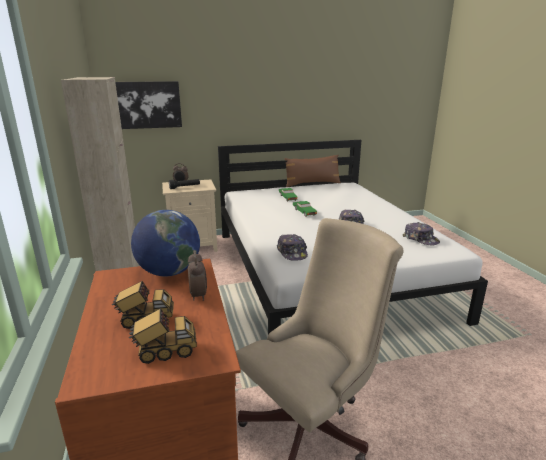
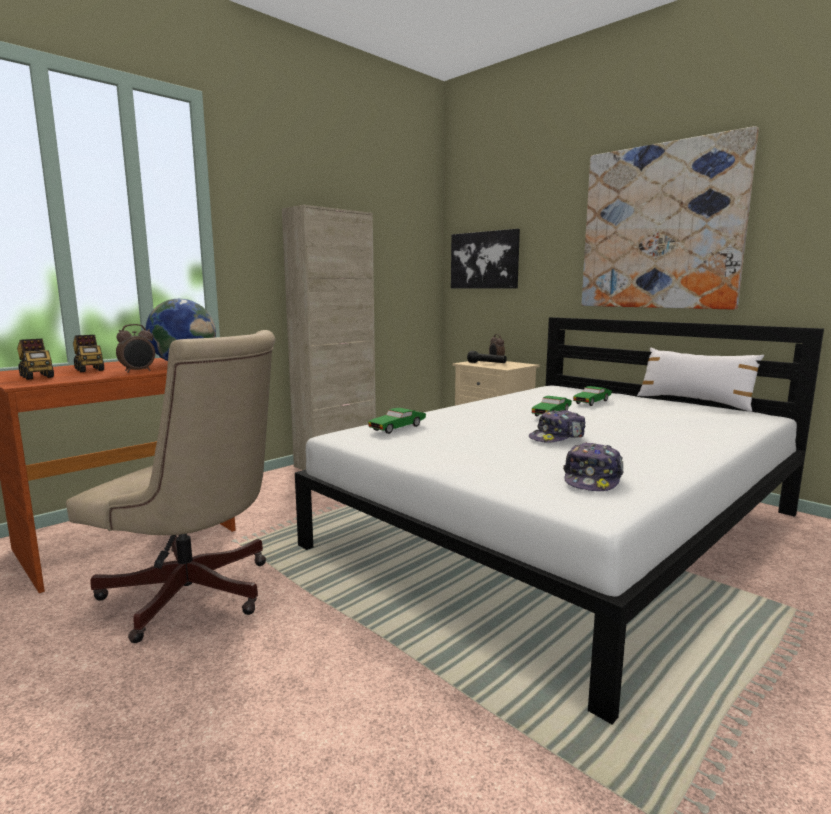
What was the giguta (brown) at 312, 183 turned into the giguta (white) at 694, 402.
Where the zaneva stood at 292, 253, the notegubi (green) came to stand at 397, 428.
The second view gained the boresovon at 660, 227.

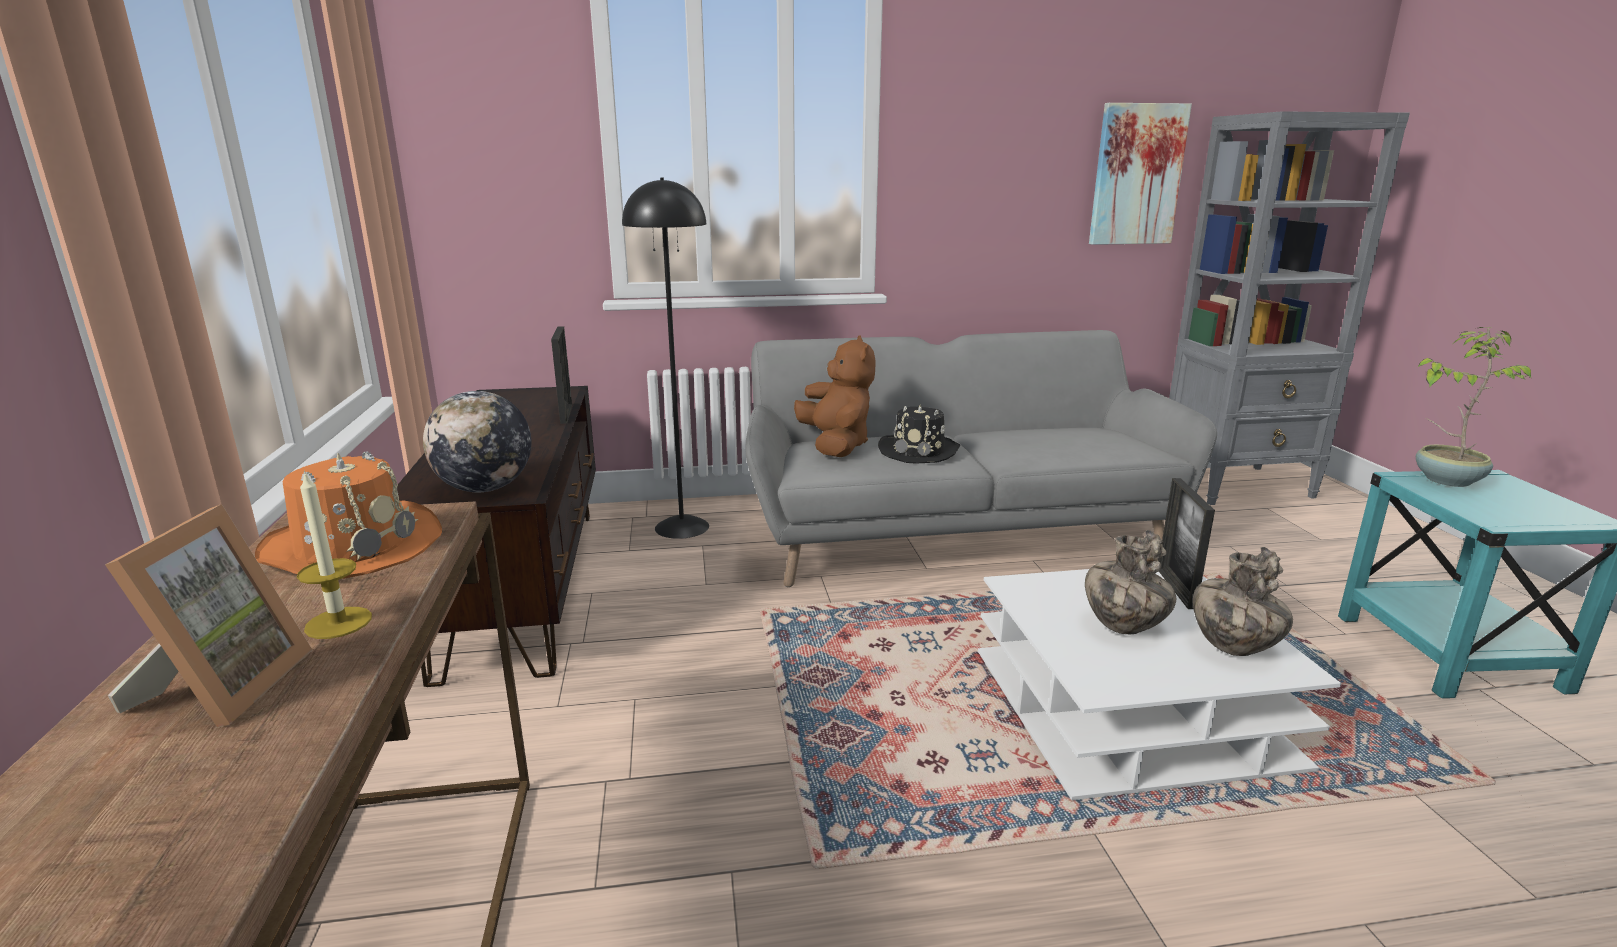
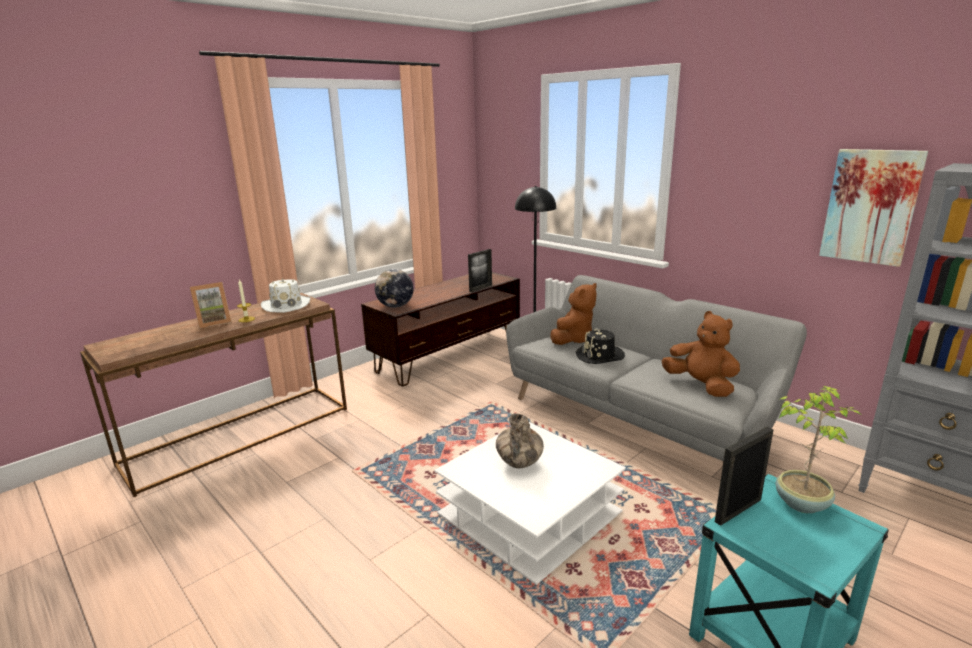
What was the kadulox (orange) at 352, 546 turned into the kadulox (white) at 286, 305.
The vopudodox ended up elsewhere, having gone from 1176, 588 to 738, 510.
The second view lost the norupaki at 1232, 647.
The second view gained the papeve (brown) at 700, 385.

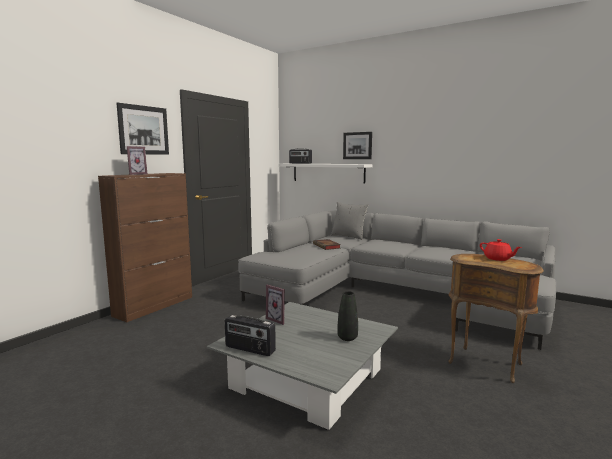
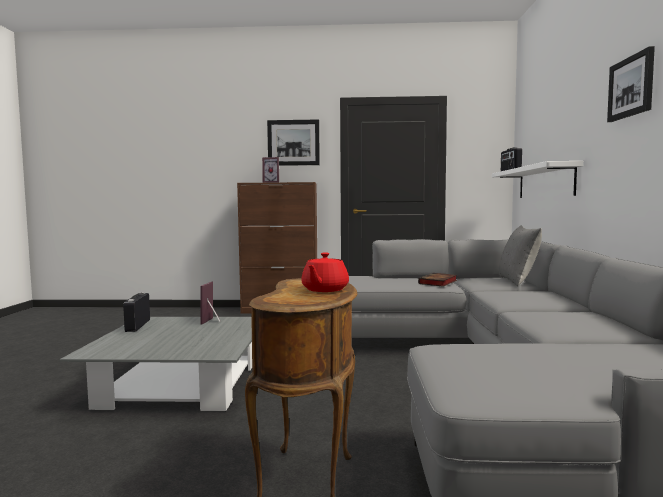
The boresovon ended up elsewhere, having gone from 357, 145 to 631, 87.
The second view lost the norupaki (black) at 347, 338.

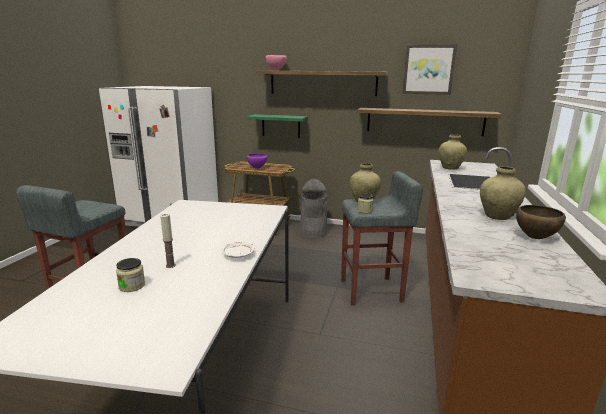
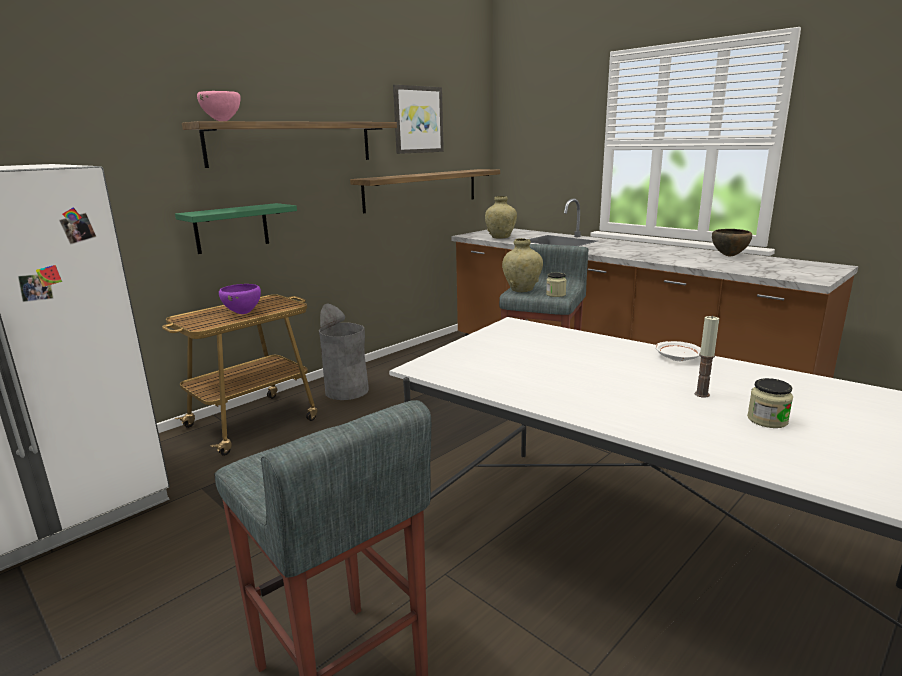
The second view lost the norupaki (beige) at 497, 216.

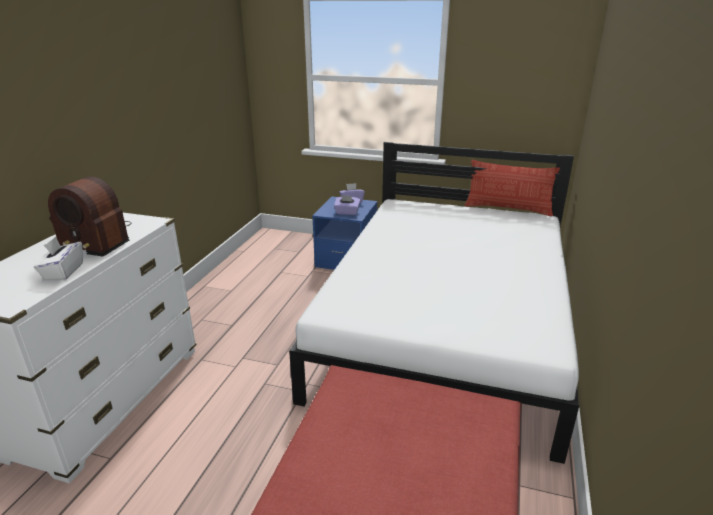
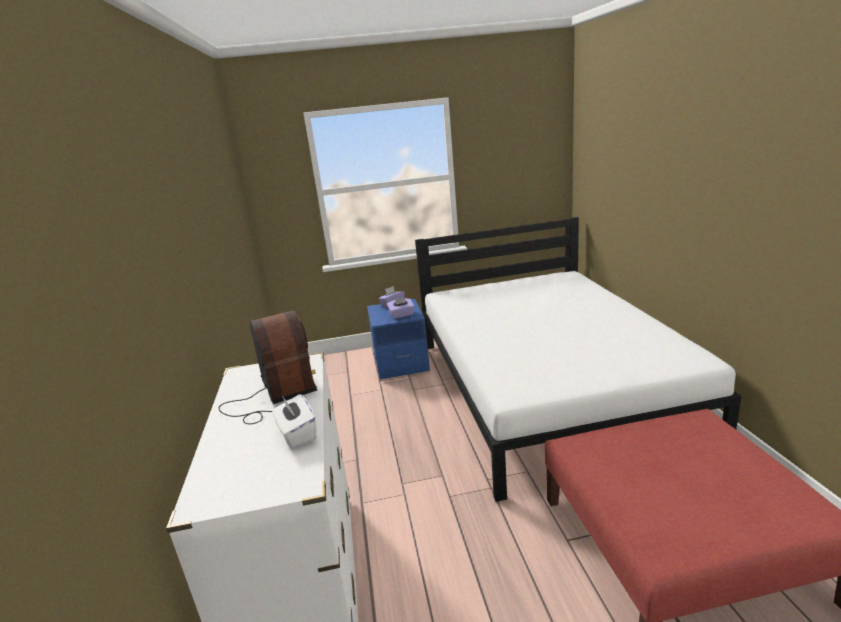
The second view lost the giguta at 508, 209.
The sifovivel at 96, 240 ended up facing another way, 105 degrees counterclockwise from before.

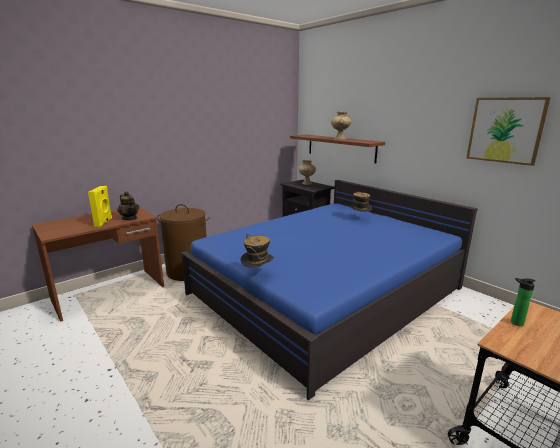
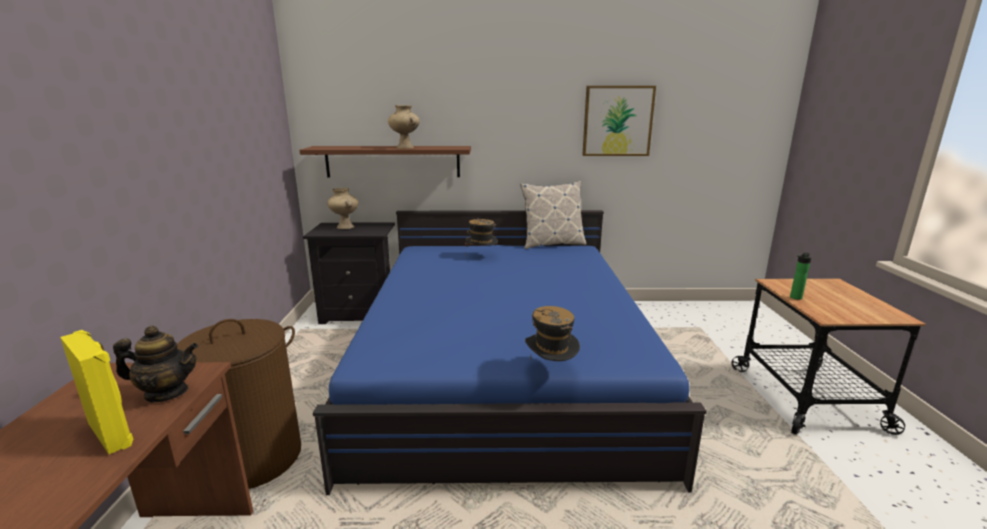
The second view gained the giguta at 552, 244.

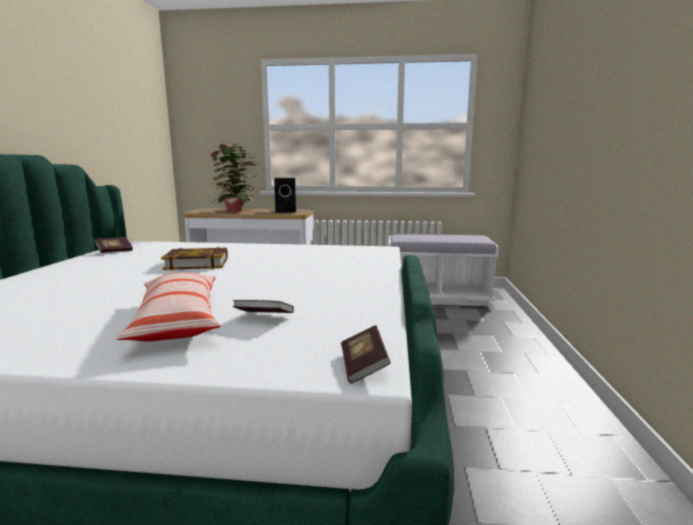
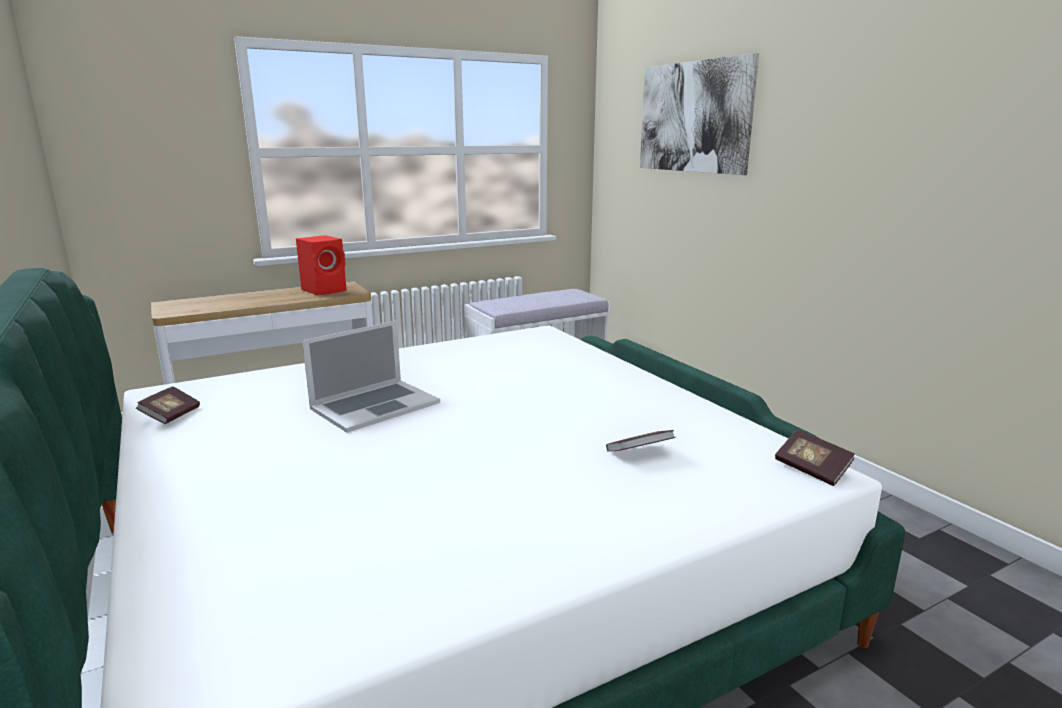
The second view lost the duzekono at 236, 211.
What was the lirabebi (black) at 286, 211 turned into the lirabebi (red) at 325, 290.
Where the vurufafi stood at 197, 263, the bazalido came to stand at 375, 405.
The second view lost the giguta at 178, 320.
The second view gained the boresovon at 693, 117.

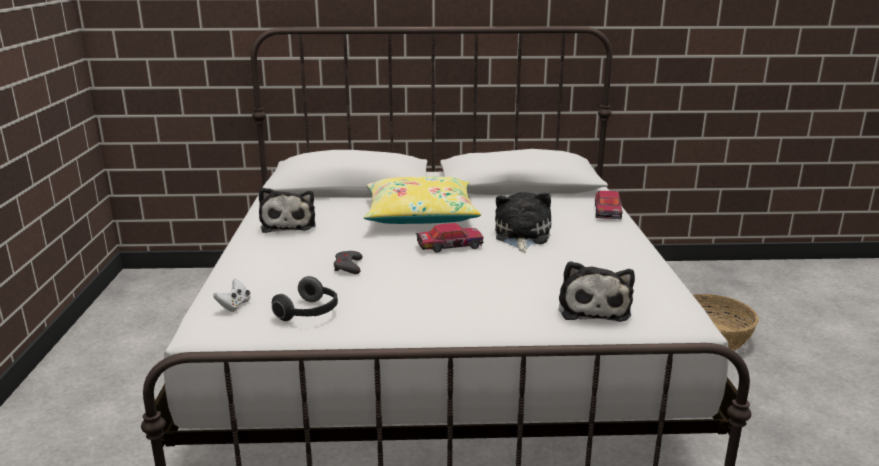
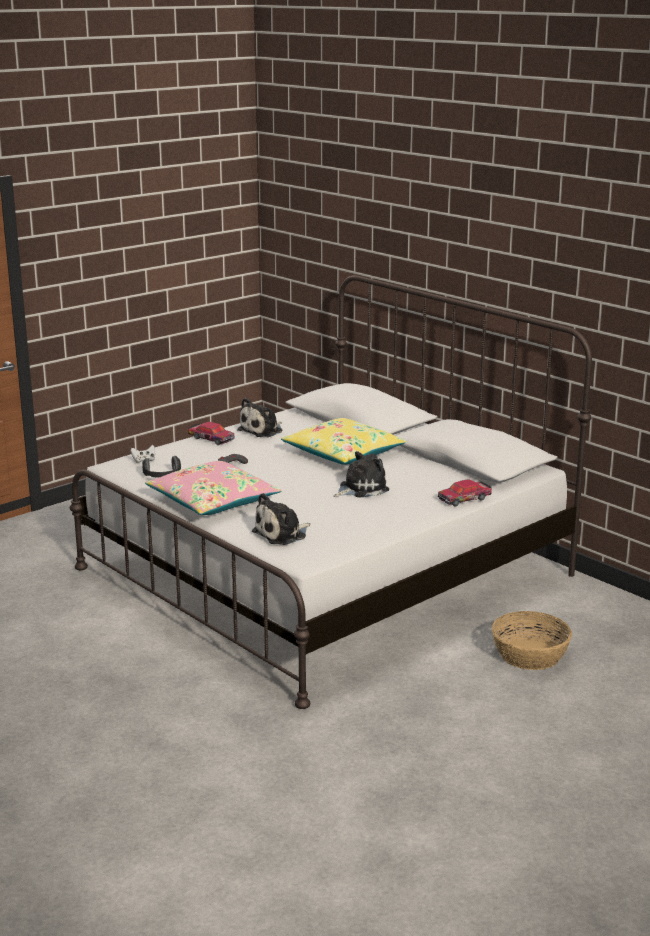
The notegubi ended up elsewhere, having gone from 449, 246 to 211, 439.
The second view gained the giguta (pink) at 213, 501.

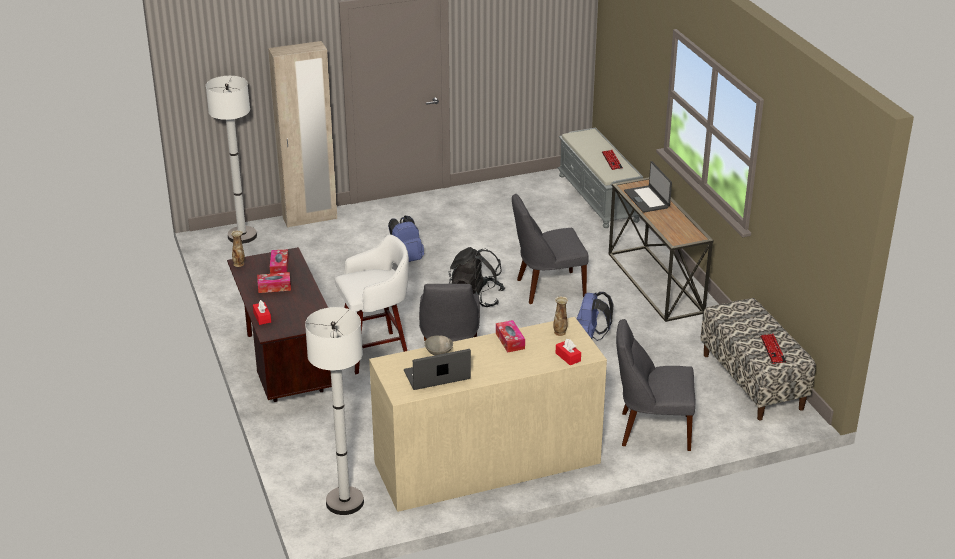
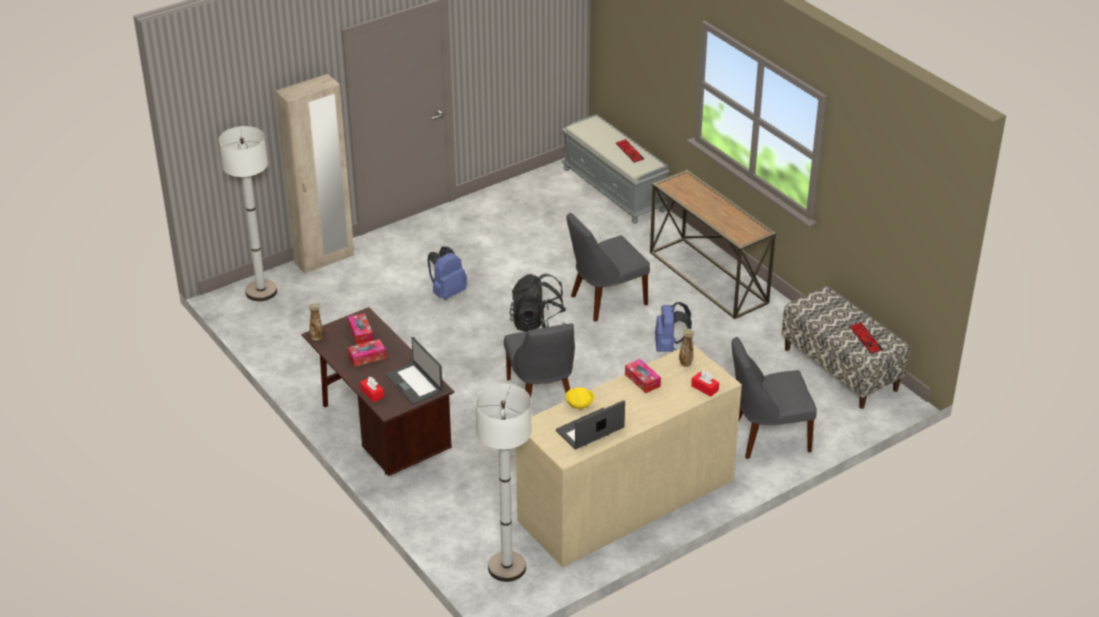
The bazalido ended up elsewhere, having gone from 647, 199 to 414, 383.
The second view lost the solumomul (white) at 376, 352.
What was the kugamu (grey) at 438, 351 turned into the kugamu (yellow) at 579, 404.

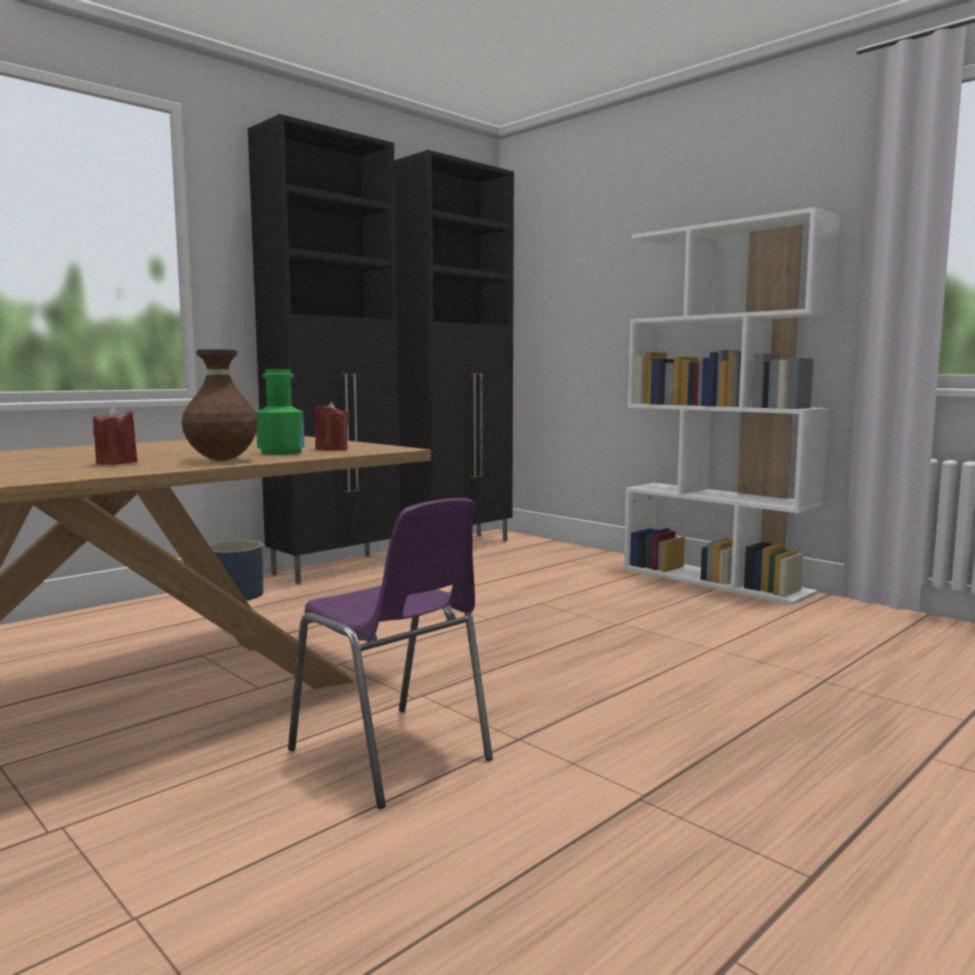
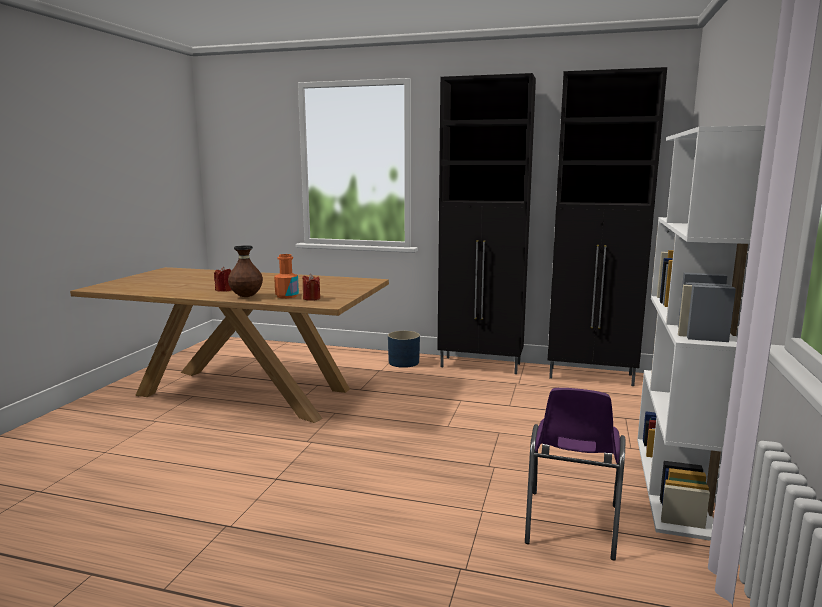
What was the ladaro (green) at 281, 453 turned into the ladaro (orange) at 287, 296.
The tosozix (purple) ended up elsewhere, having gone from 393, 756 to 570, 525.

